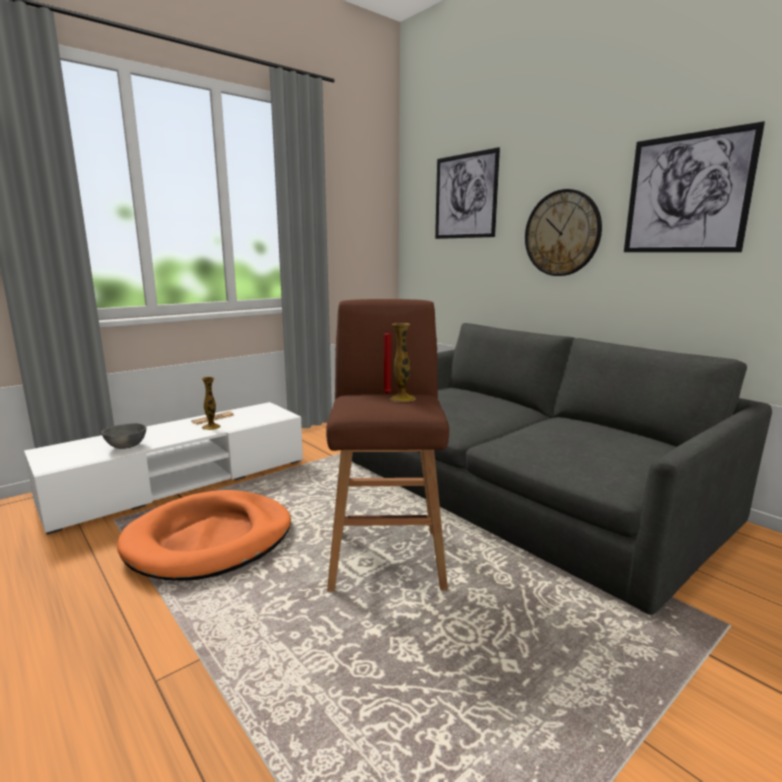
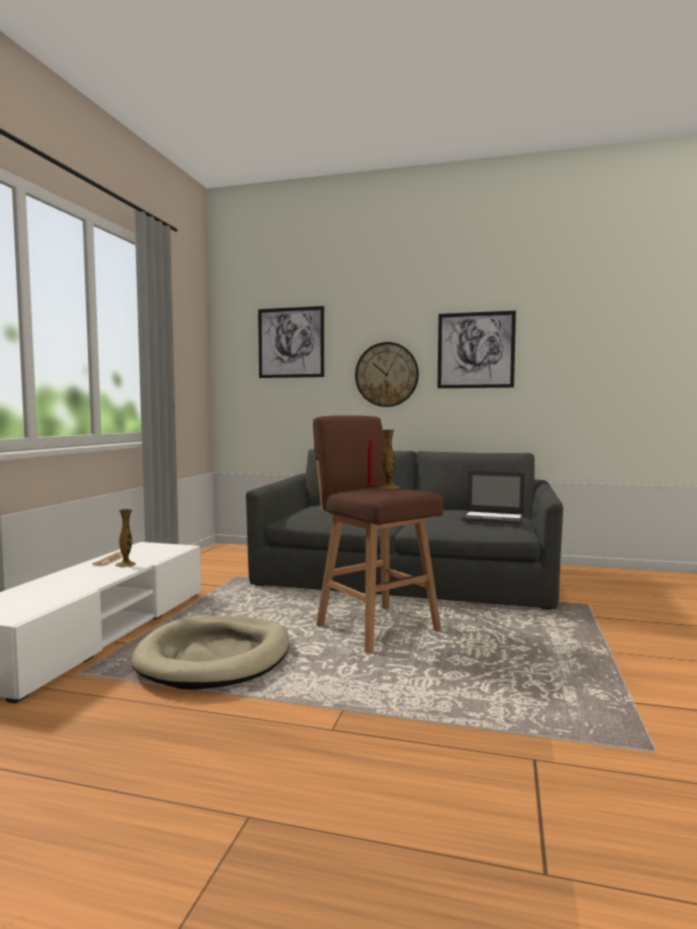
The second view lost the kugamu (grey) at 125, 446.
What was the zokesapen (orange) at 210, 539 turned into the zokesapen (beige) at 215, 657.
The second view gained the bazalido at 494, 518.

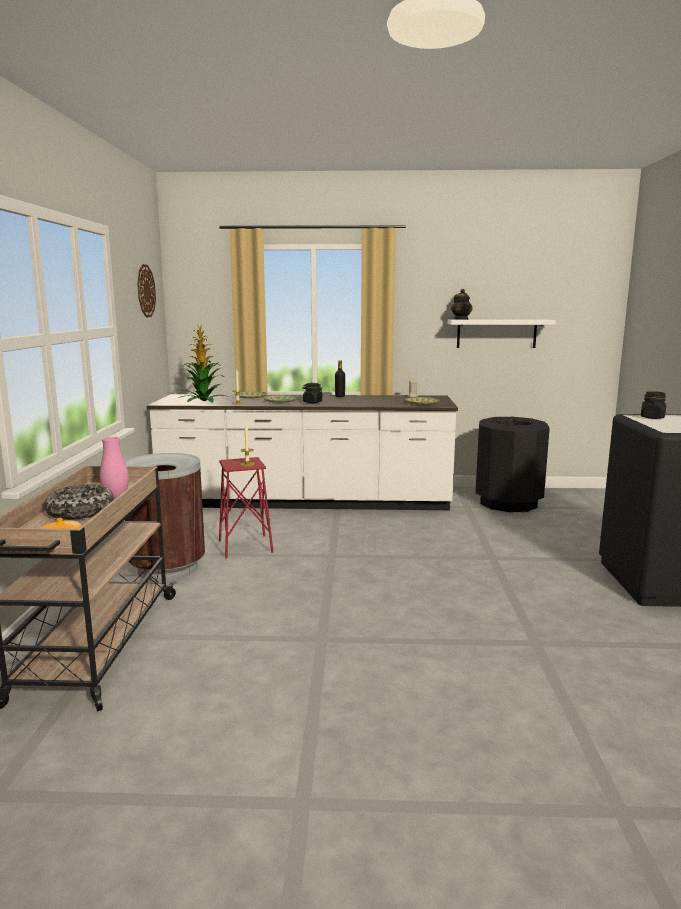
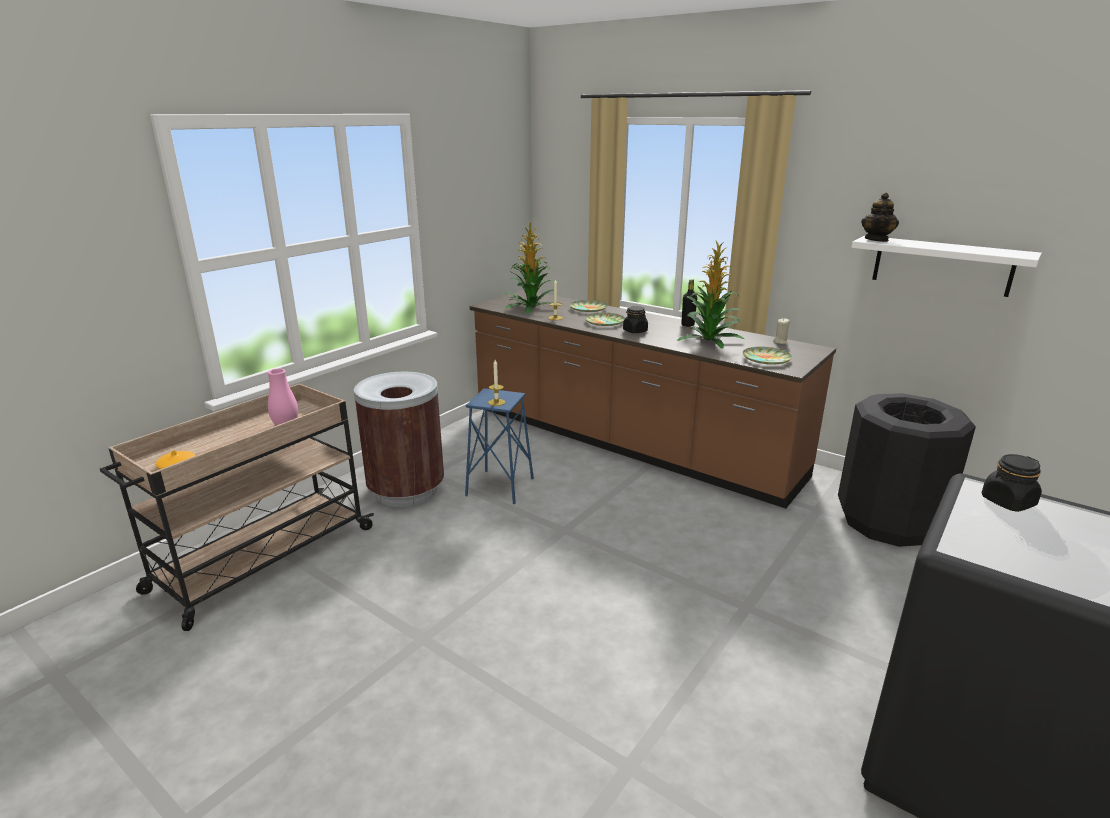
The second view lost the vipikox at 145, 291.
What was the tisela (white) at 306, 502 turned into the tisela (brown) at 629, 443.
What was the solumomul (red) at 246, 546 turned into the solumomul (blue) at 500, 487.
The second view lost the kugamu at 80, 511.
The second view gained the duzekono at 710, 340.

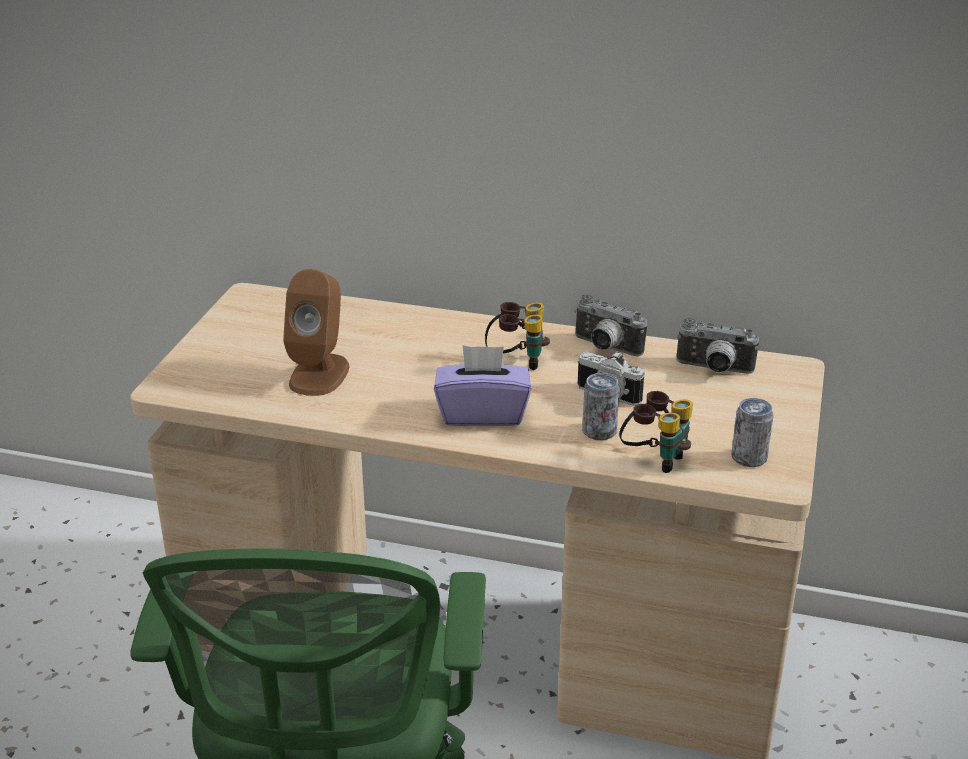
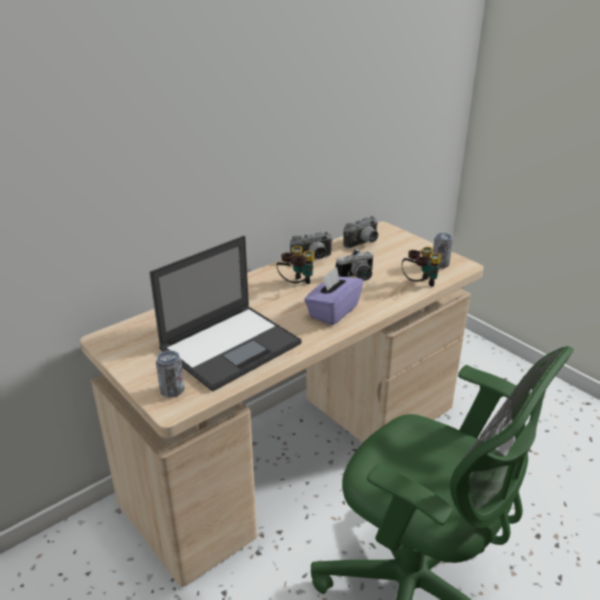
Where the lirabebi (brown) stood at 319, 374, the bazalido came to stand at 231, 345.
The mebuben ended up elsewhere, having gone from 599, 432 to 172, 390.

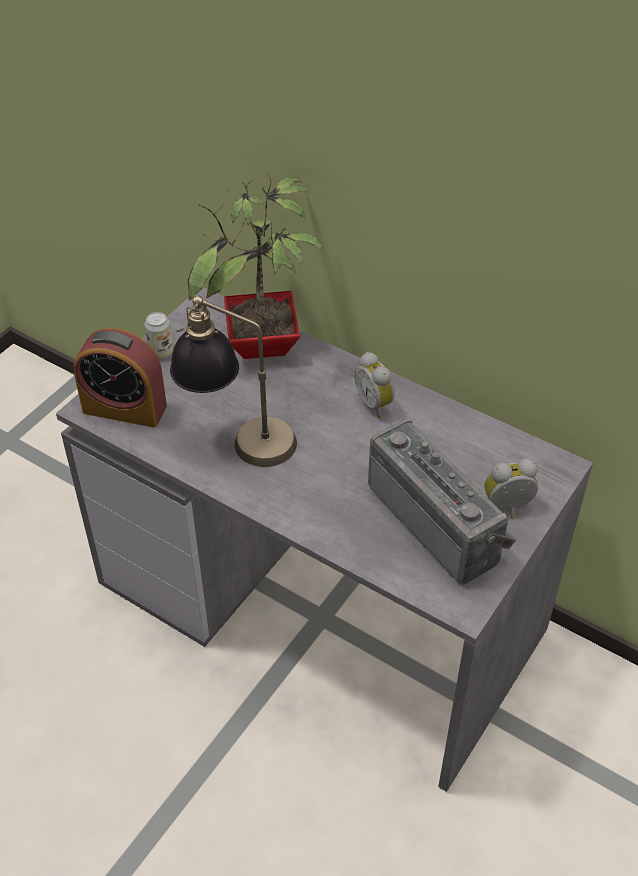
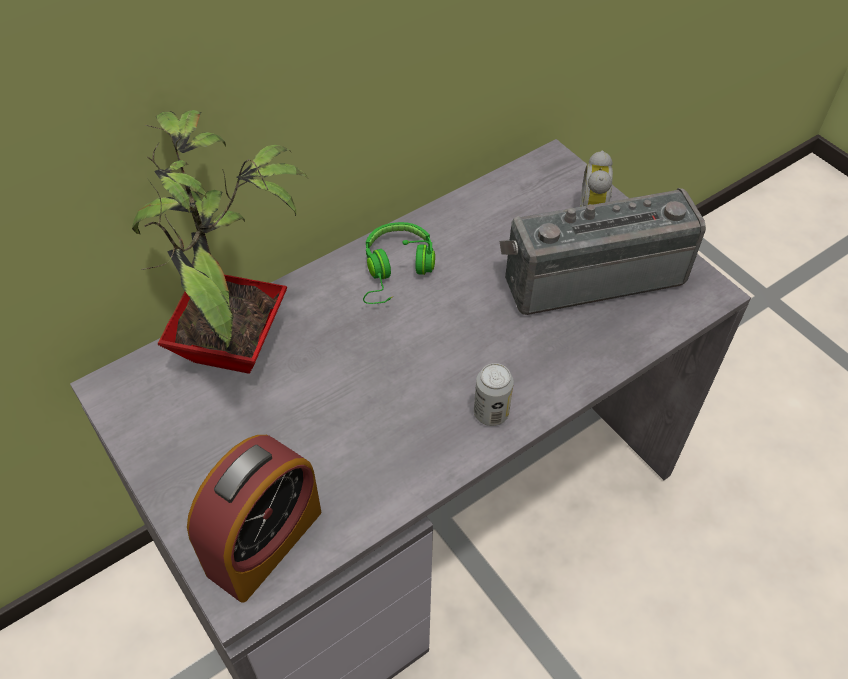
The second view lost the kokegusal at 238, 440.
The mebuben ended up elsewhere, having gone from 161, 352 to 491, 413.
Where the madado stood at 375, 404, the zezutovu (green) came to stand at 396, 270.

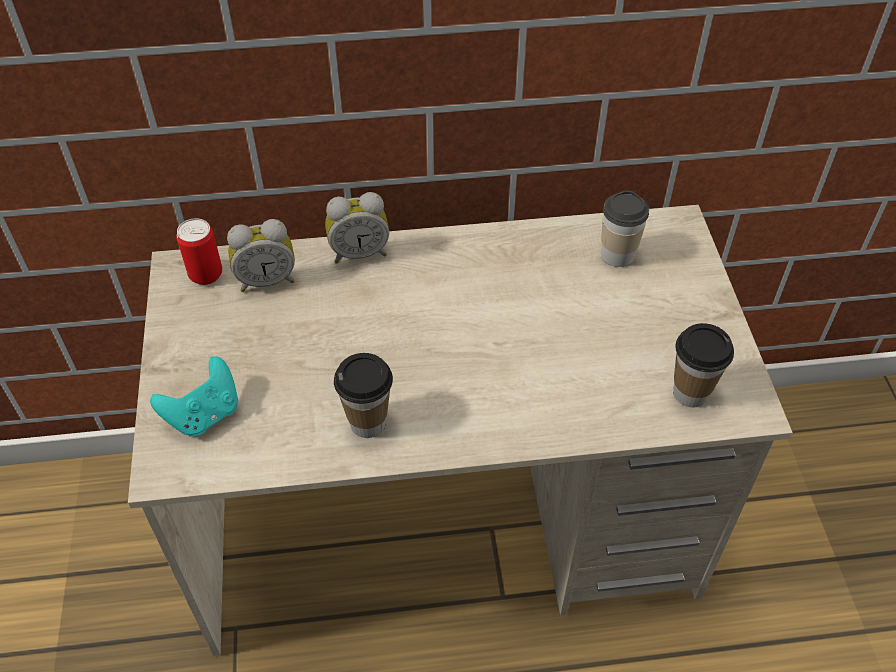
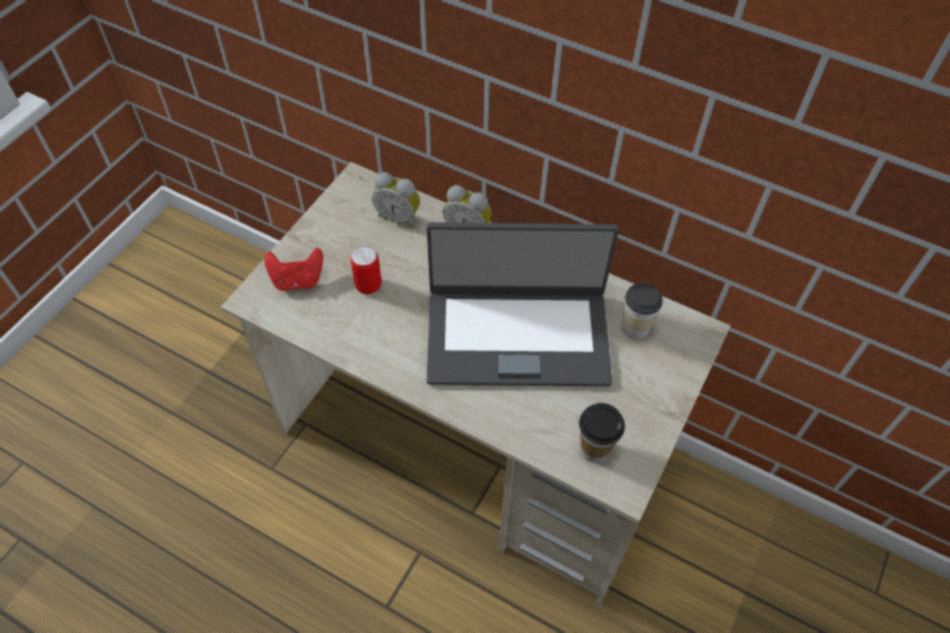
The mebuben ended up elsewhere, having gone from 206, 275 to 368, 285.
The second view lost the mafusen at 368, 423.
What was the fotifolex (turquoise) at 204, 414 turned into the fotifolex (red) at 297, 280.
The second view gained the bazalido at 517, 335.

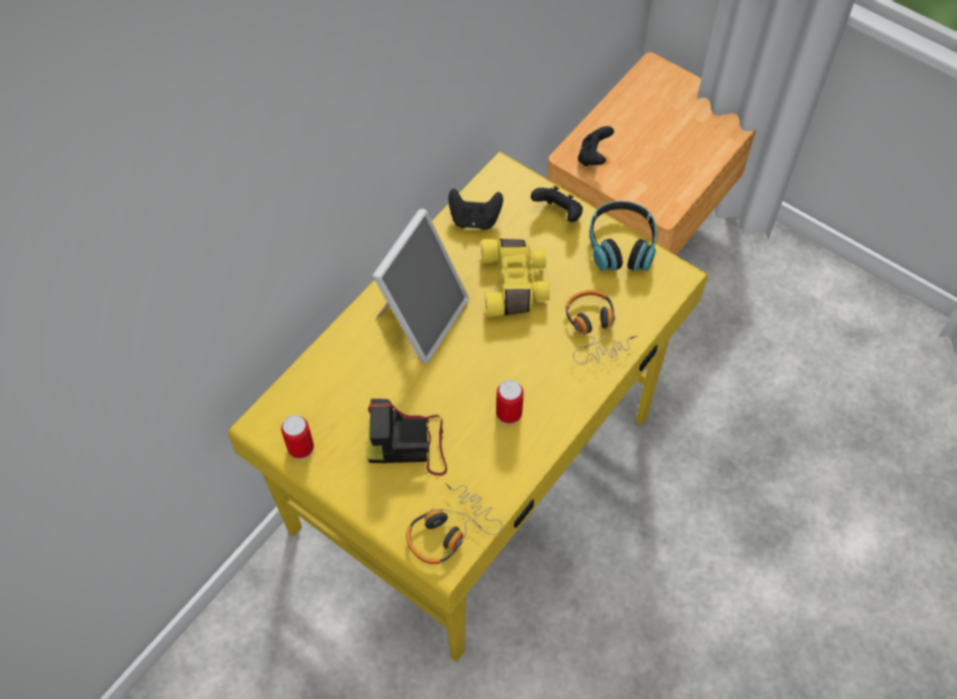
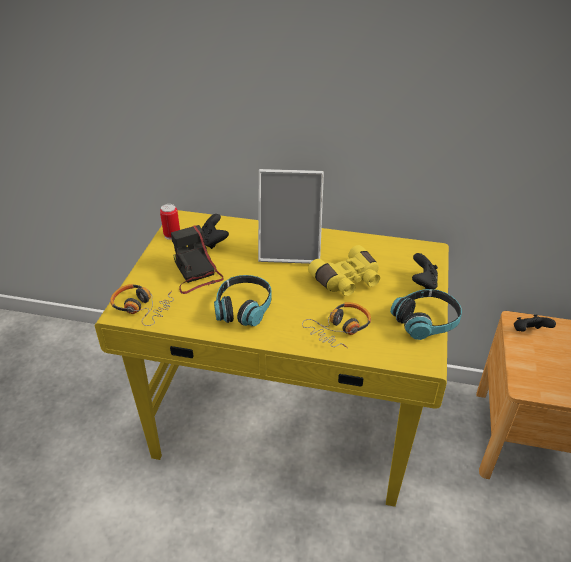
The fotifolex (black) ended up elsewhere, having gone from 475, 219 to 214, 241.
Where the mebuben stood at 509, 413, the zezutovu came to stand at 244, 308.

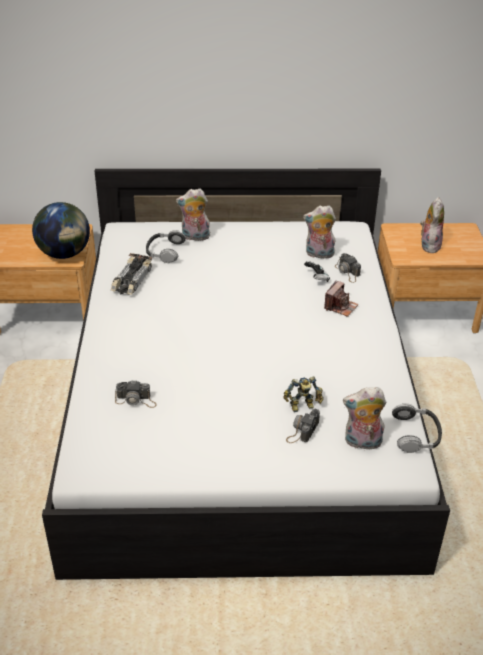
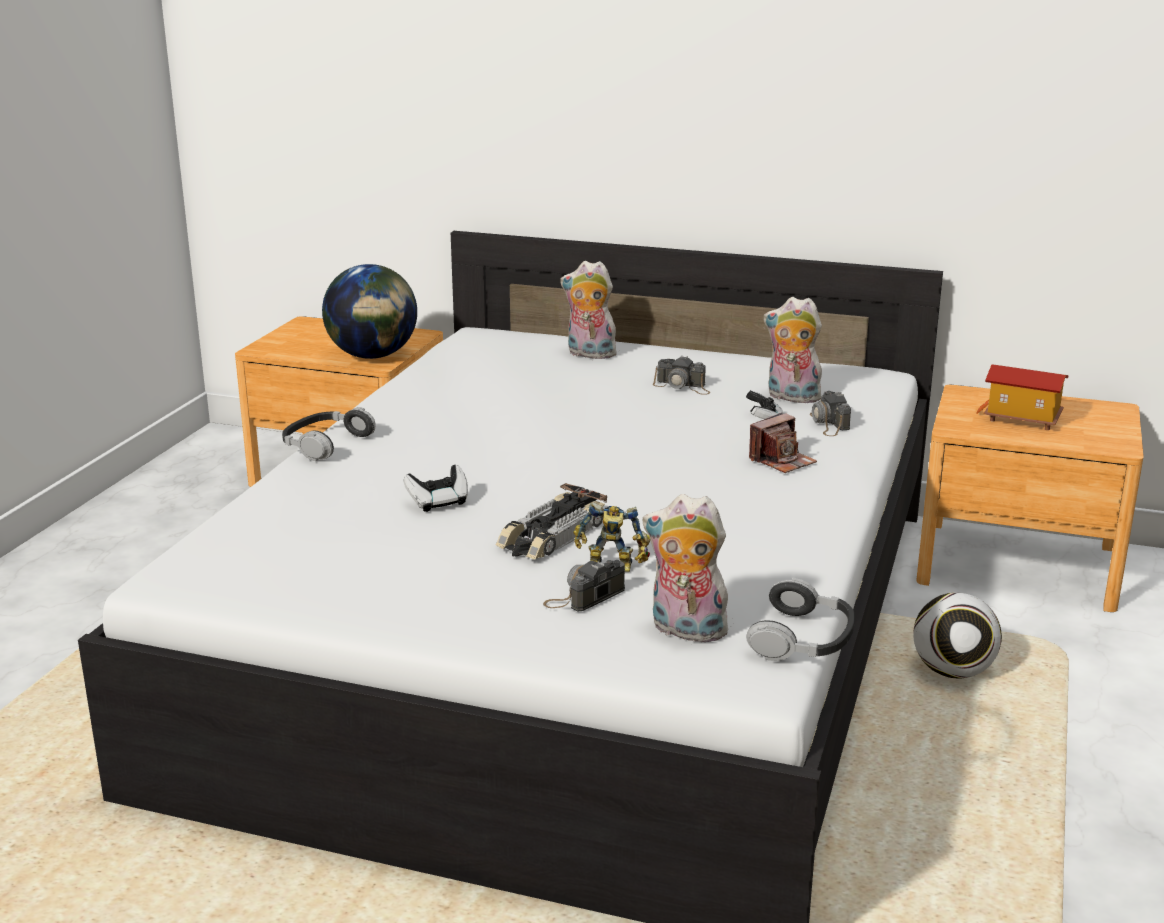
Where the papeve stood at 429, 245, the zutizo came to stand at 1021, 419.
The zezutovu ended up elsewhere, having gone from 164, 251 to 326, 444.
The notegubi ended up elsewhere, having gone from 131, 280 to 551, 536.
The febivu ended up elsewhere, having gone from 136, 400 to 682, 386.
The second view gained the fotifolex at 438, 502.
The second view gained the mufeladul at 953, 672.

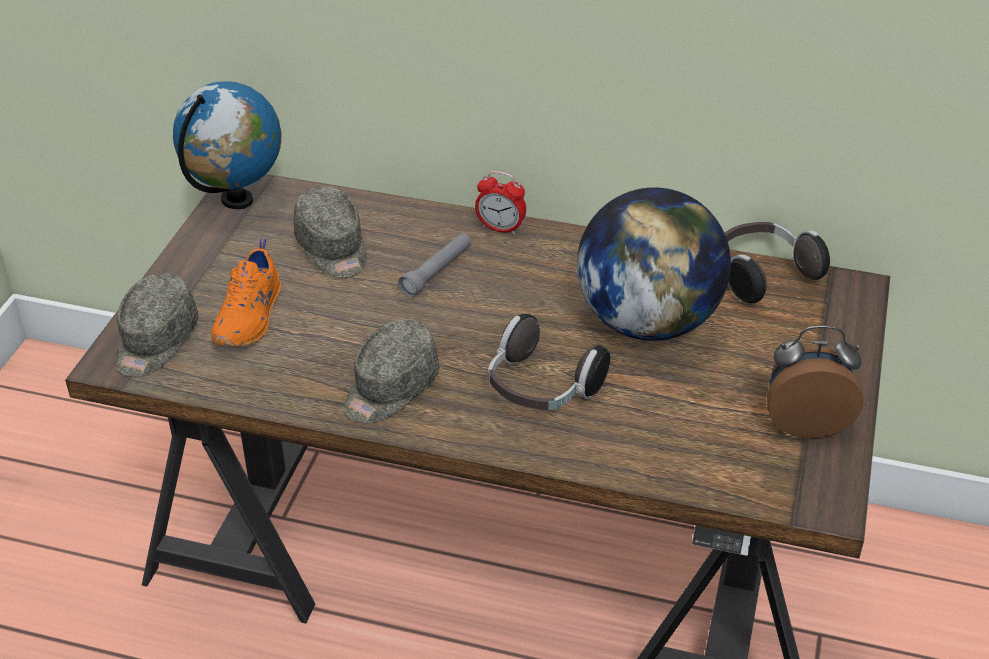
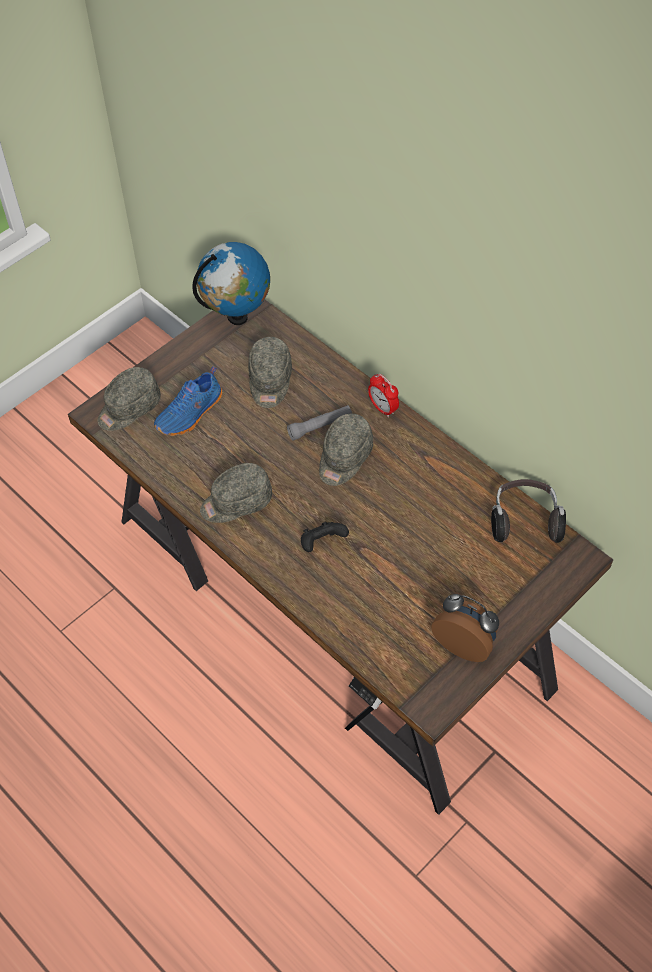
The second view lost the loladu at 647, 322.
What was the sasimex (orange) at 251, 318 turned into the sasimex (blue) at 190, 414.
Where the zezutovu stood at 541, 389, the fotifolex (black) came to stand at 322, 543.
The second view gained the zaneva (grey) at 344, 458.

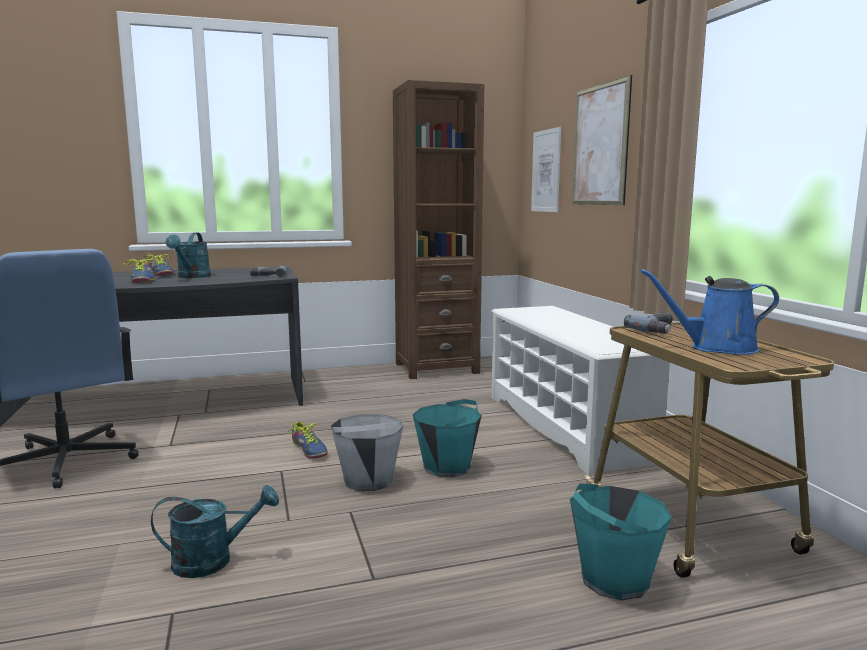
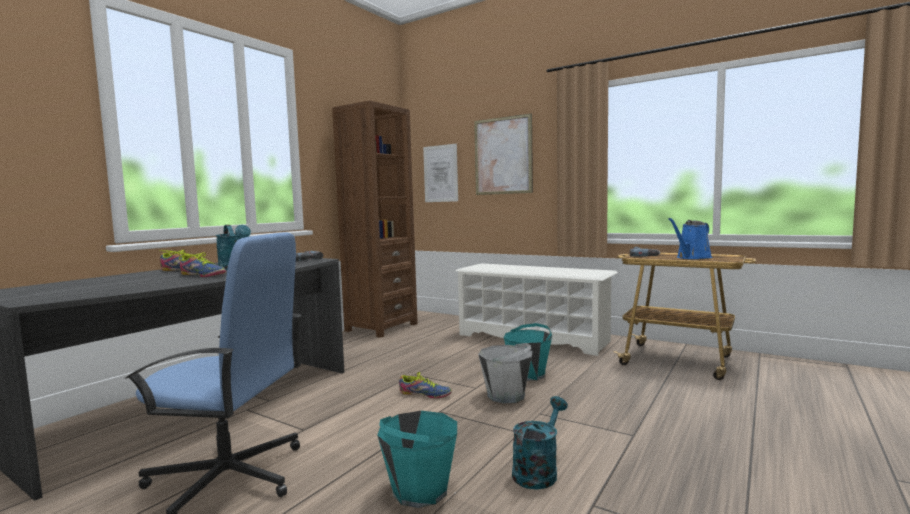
The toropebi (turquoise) ended up elsewhere, having gone from 613, 579 to 419, 490.

